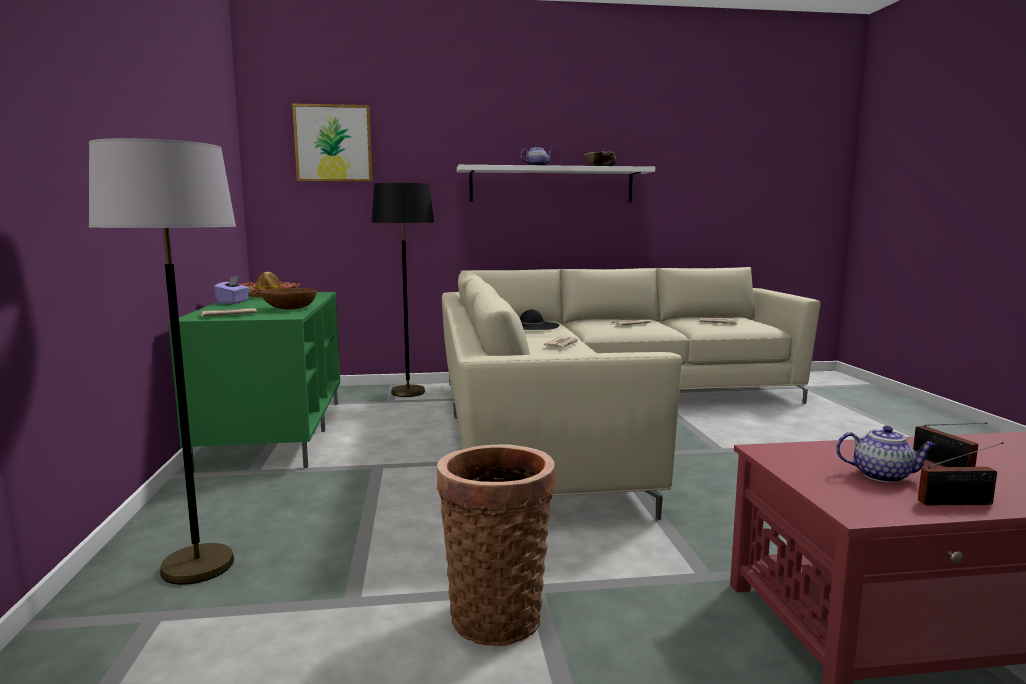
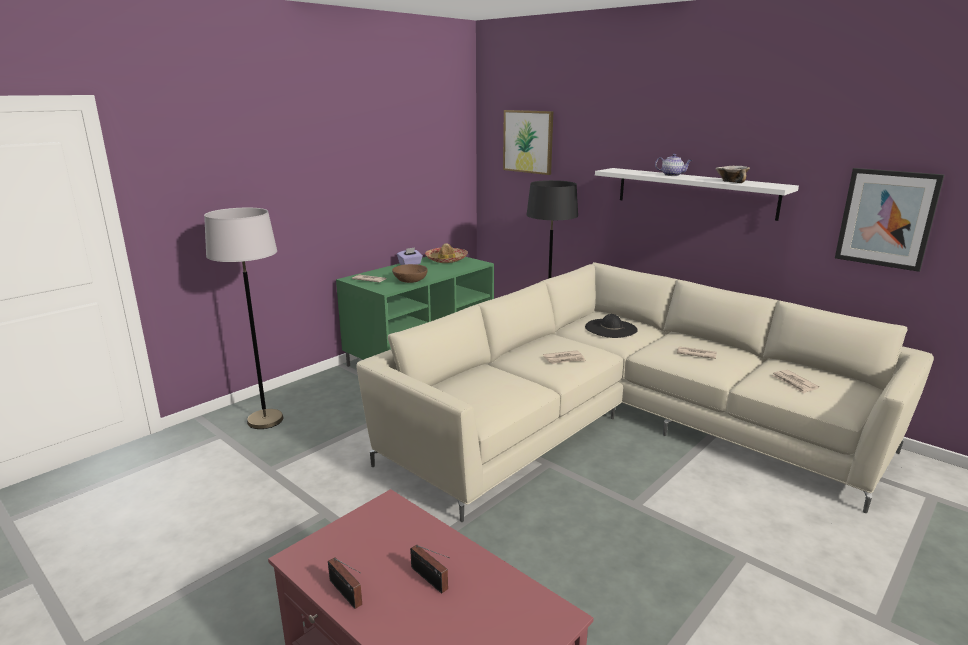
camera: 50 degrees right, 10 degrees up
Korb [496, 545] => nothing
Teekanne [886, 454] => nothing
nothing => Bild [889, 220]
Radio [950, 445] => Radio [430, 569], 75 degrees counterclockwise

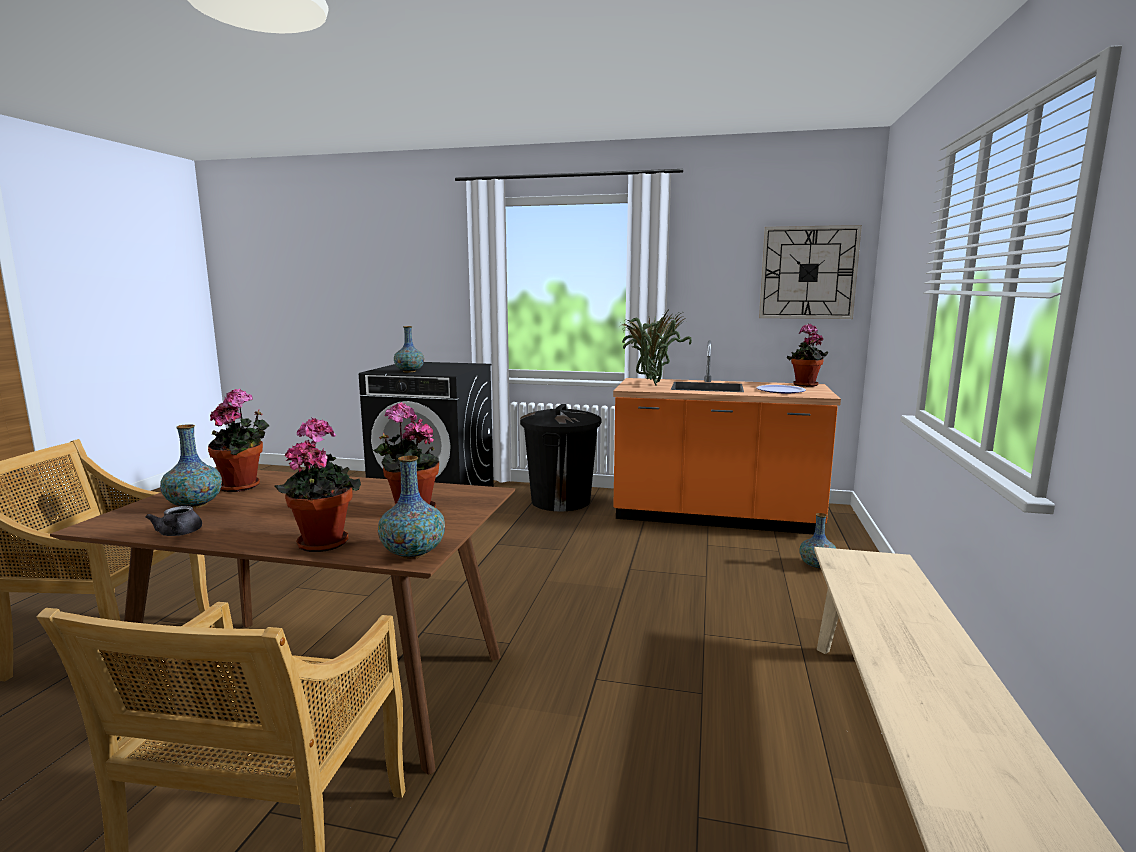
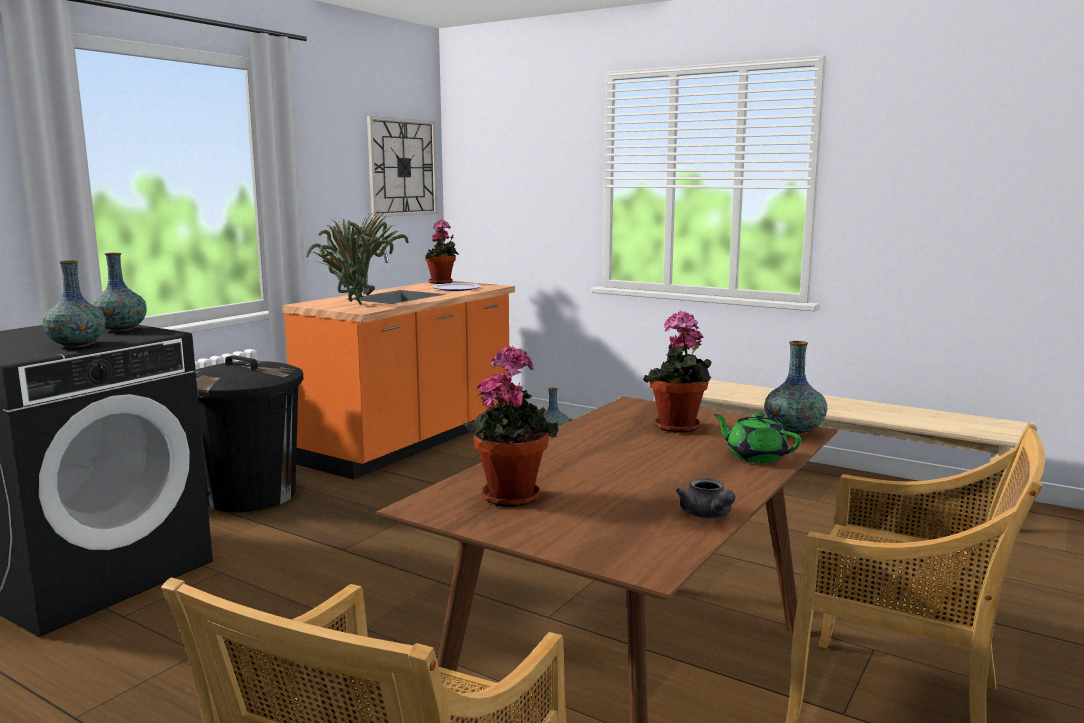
camera: 70 degrees left, 0 degrees up
Vase [191, 466] => Vase [119, 292], moved
Topfpflanze [318, 484] => Teekanne [grün] [757, 437]
Teekanne [grau] [173, 521] => Teekanne [grau] [705, 498], 75 degrees clockwise

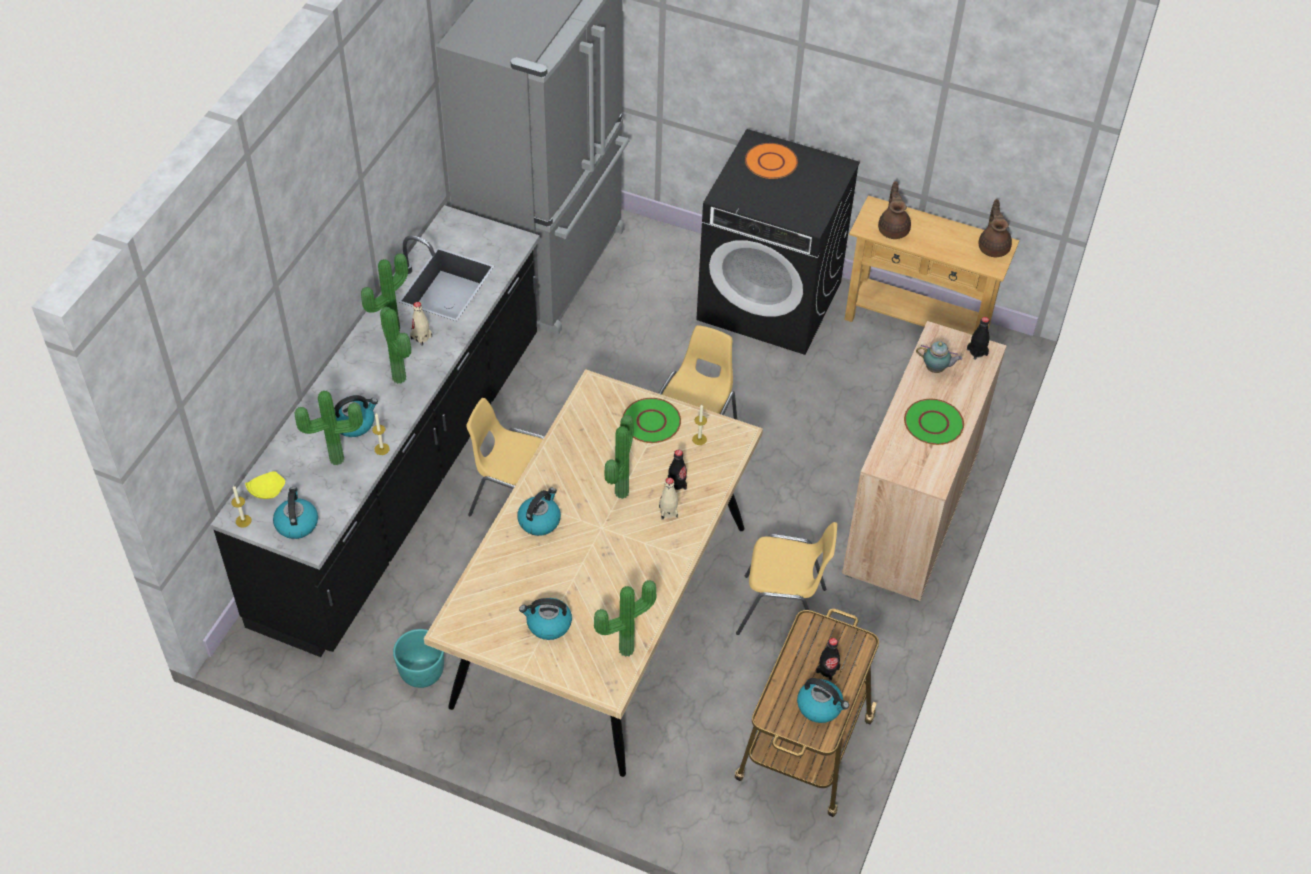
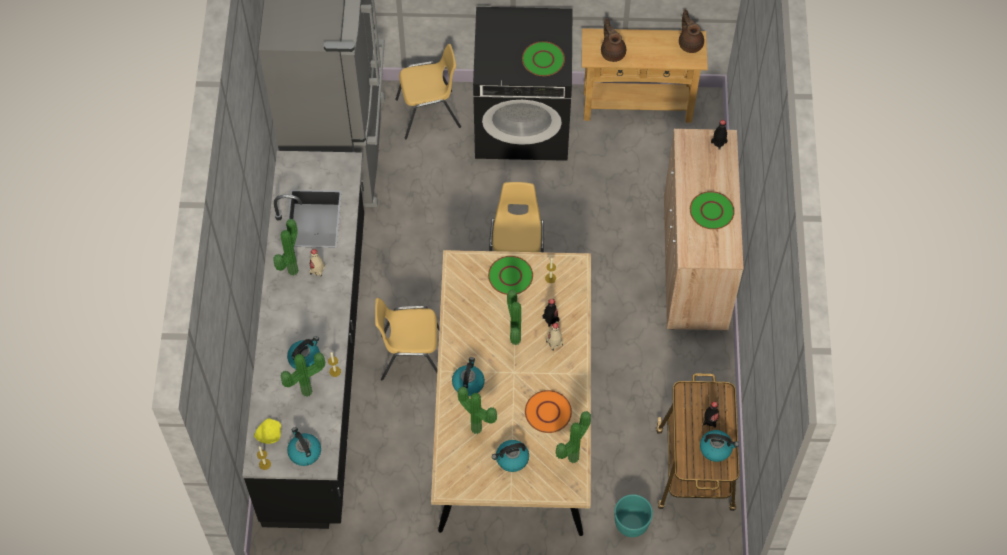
camera: 20 degrees left, 10 degrees up
Teekanne [939, 357] => nothing
nothing => Teller [grün] [543, 58]
Topfpflanze [395, 345] => Topfpflanze [477, 410], moved
Pflanzkübel [türkis] [418, 658] => Pflanzkübel [türkis] [633, 515], moved
Stuhl [gelb] [786, 579] => Stuhl [gelb] [428, 91], moved
Teller [orange] [771, 161] => Teller [orange] [548, 411], moved

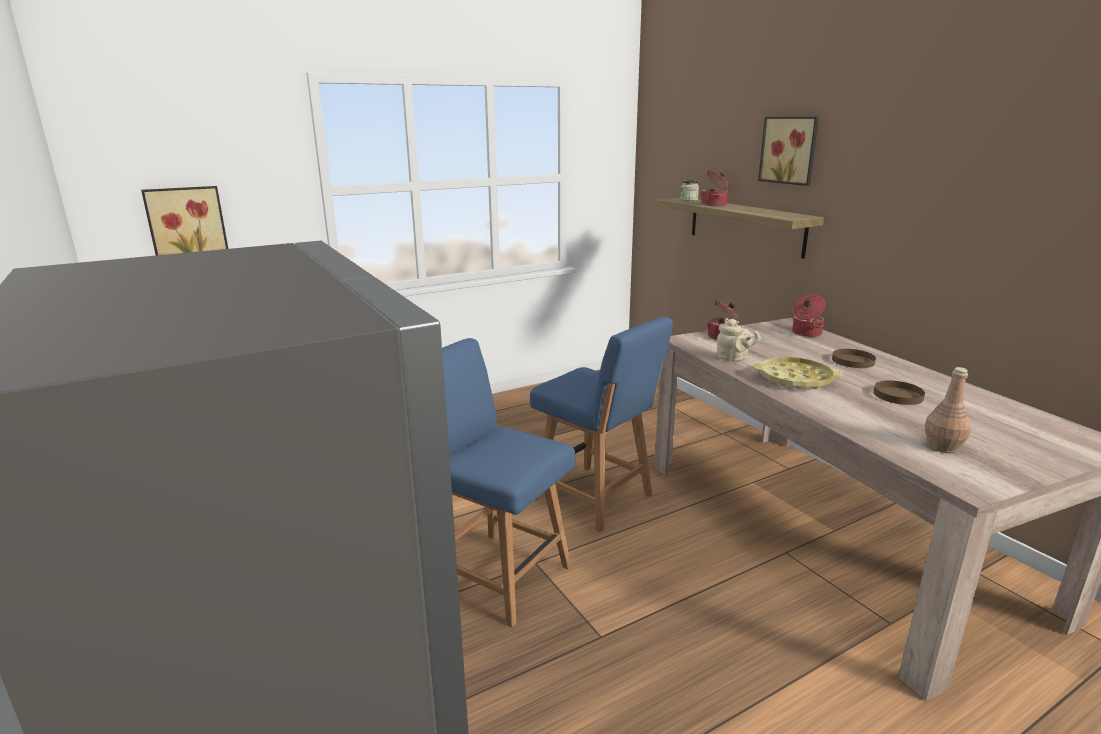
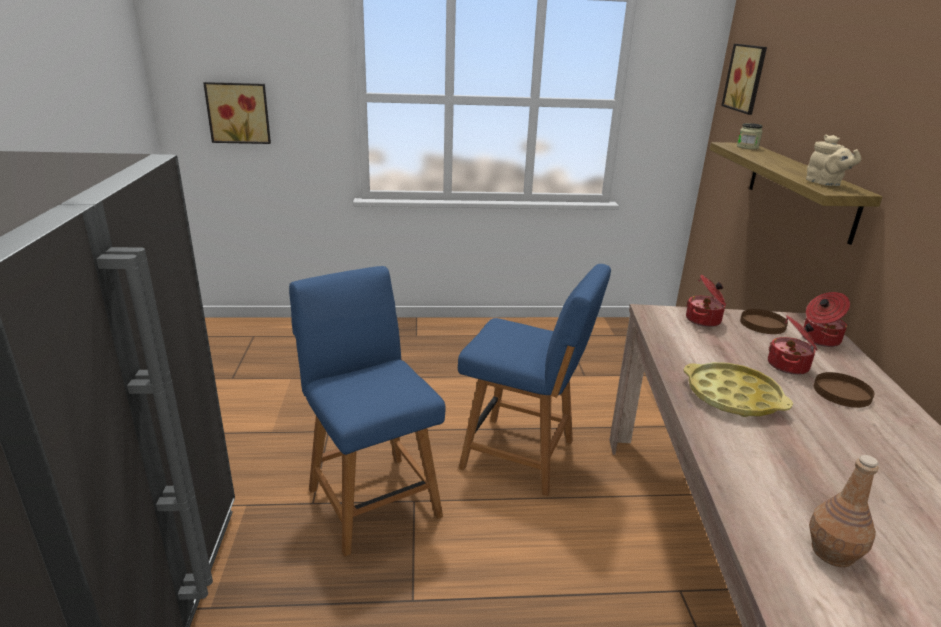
camera: 25 degrees right, 5 degrees up
Kochtopf [715, 188] => Kochtopf [792, 345], moved
Teekanne [beige] [739, 340] => Teekanne [beige] [833, 160], moved
Bild [788, 151] => Bild [744, 79], moved
Teller [braun] [899, 393] => Teller [braun] [764, 321], moved
Stuhl [blau] [601, 424] => Stuhl [blau] [534, 380], 45 degrees counterclockwise

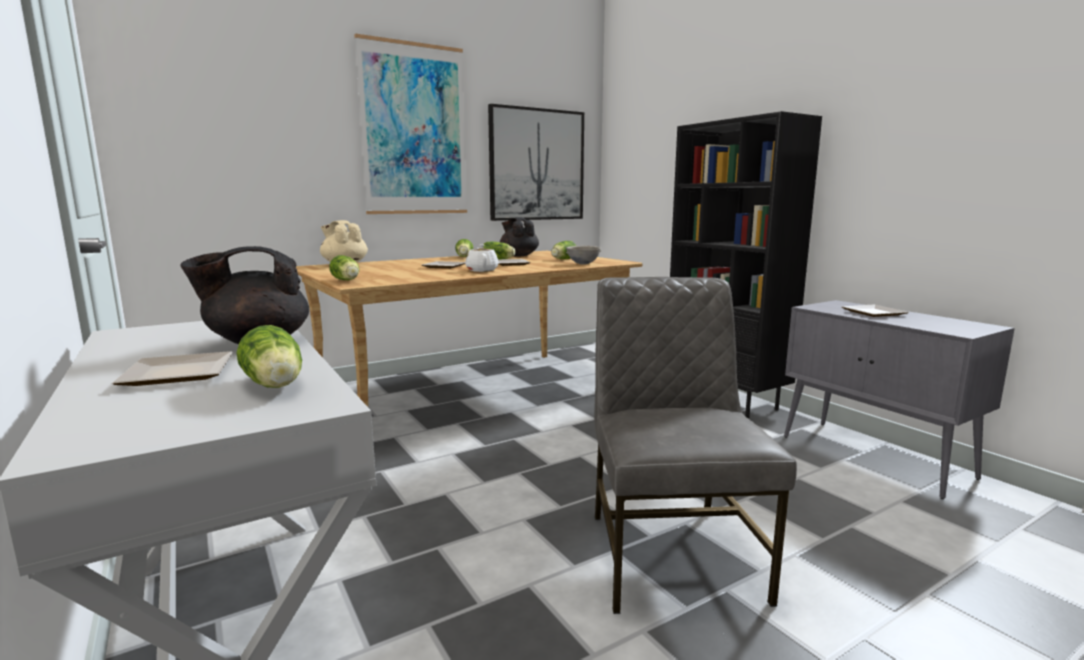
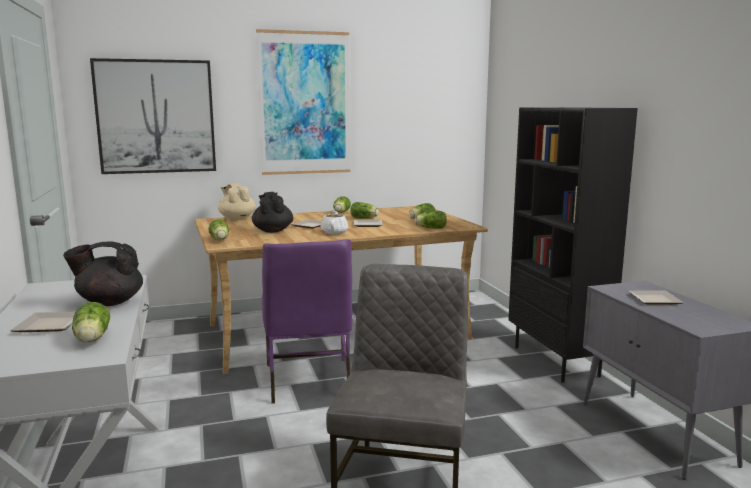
camera: 15 degrees right, 0 degrees up
nothing => Stuhl [lila] [307, 321]
Bild [536, 162] => Bild [153, 116], moved
Teekanne [schwarz] [519, 237] => Teekanne [schwarz] [272, 212], moved
Schüssel [grau] [583, 255] => Salatkopf [430, 220]

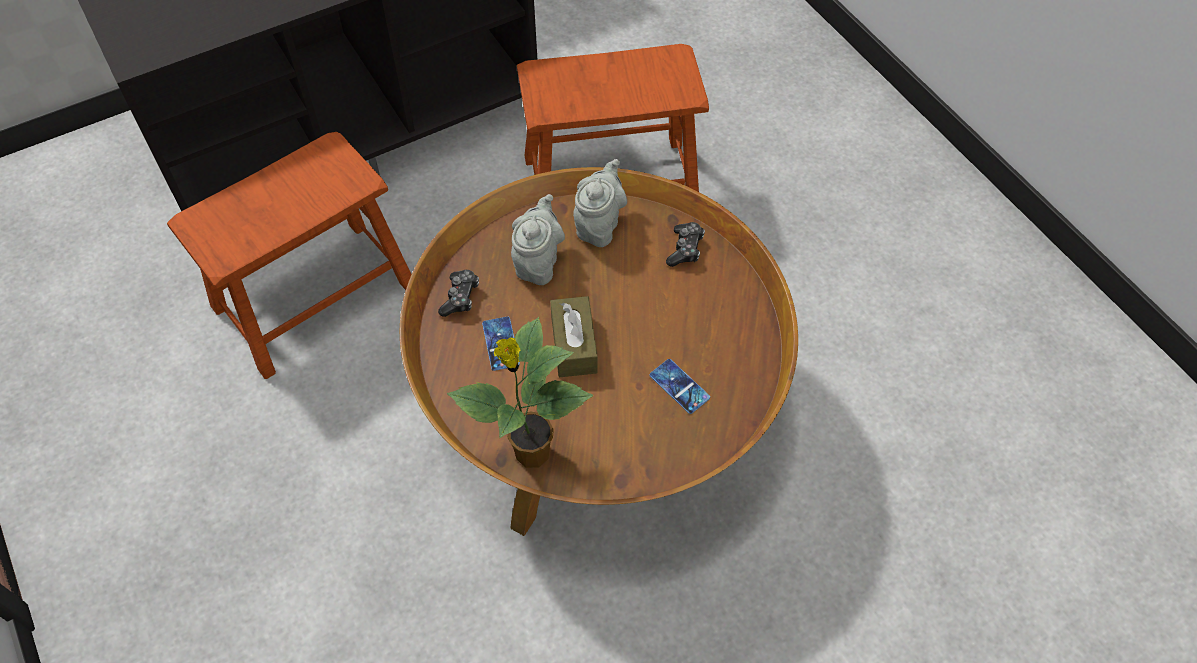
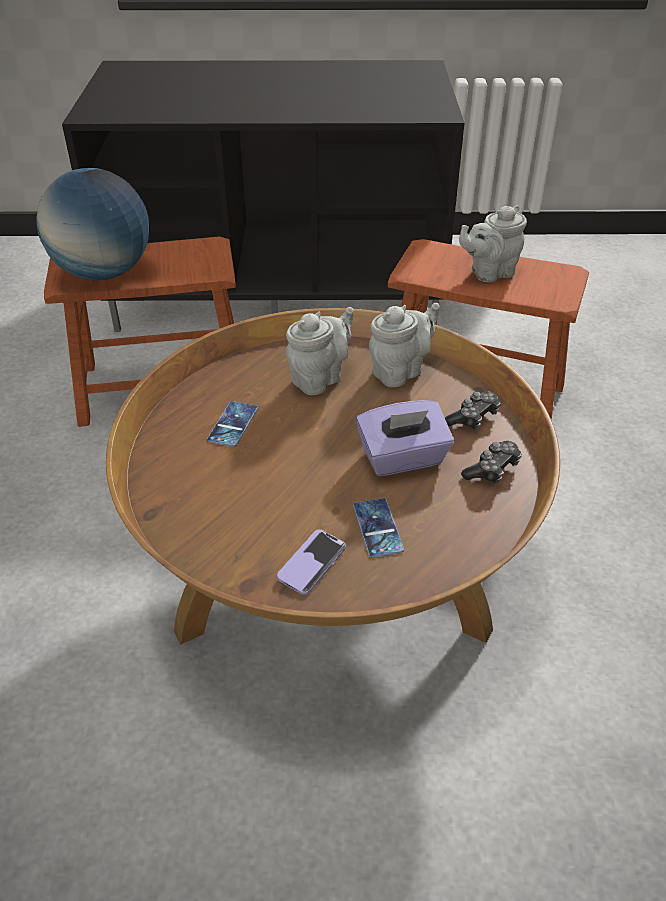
camera: 30 degrees right, 15 degrees down
Topfpflanze [520, 392] => nothing
Taschentuchbox [braun] [574, 336] => nothing
nothing => Globus [92, 224]
nothing => Handy [311, 562]
nothing => Taschentuchbox [lila] [405, 438]
nothing => Teekanne [grau] [493, 243]
Gamepad [458, 293] => Gamepad [491, 462], moved

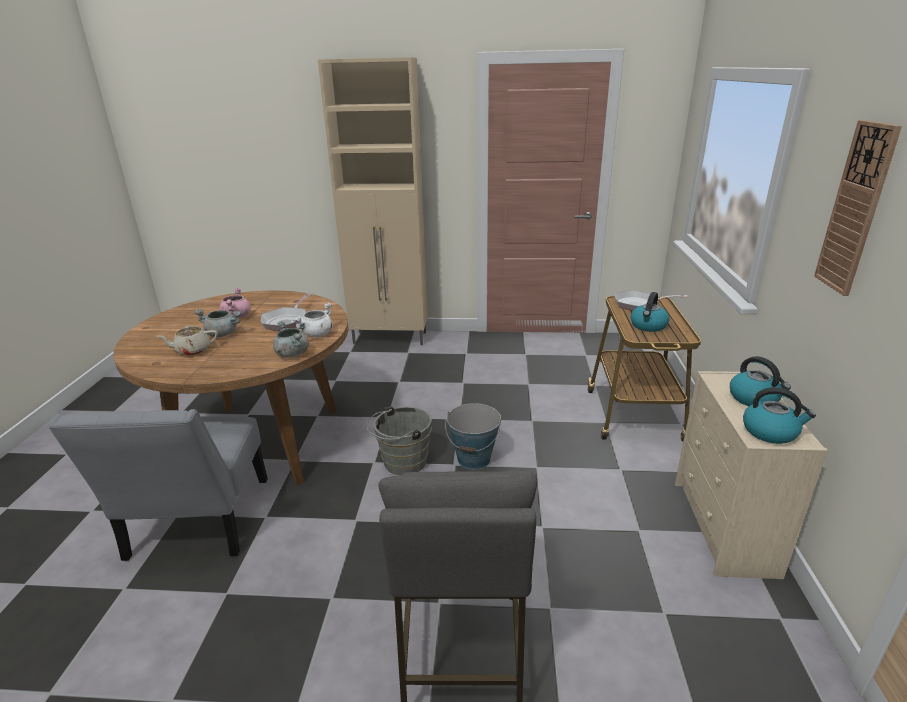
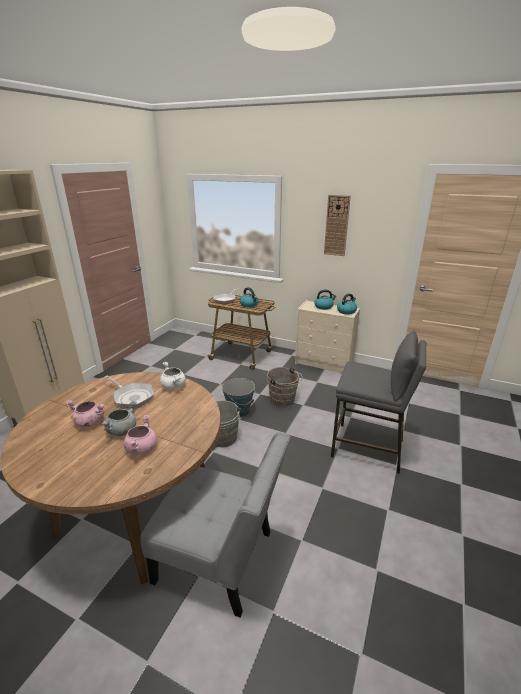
camera: 70 degrees left, 0 degrees up
Kochtopf [grau] [291, 339] => nothing
nothing => Eimer [braun] [285, 386]
Teekanne [beige] [187, 341] => Kochtopf [rosa] [140, 435]

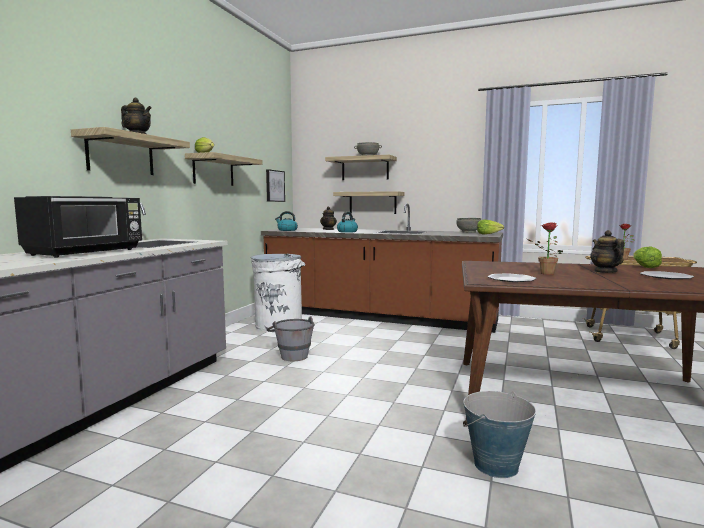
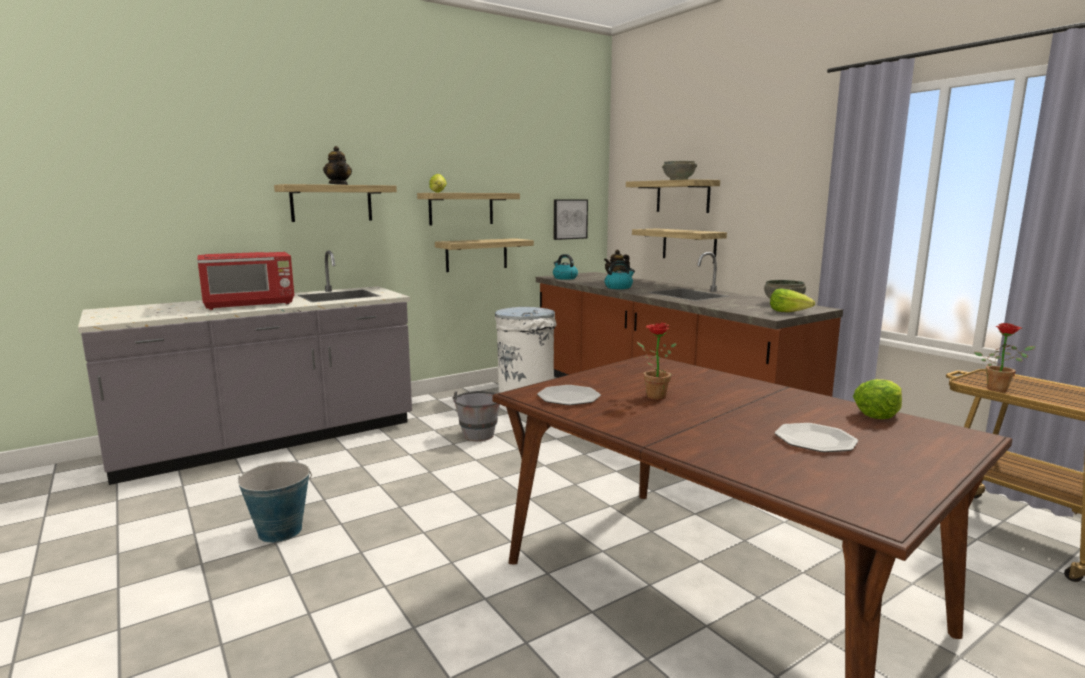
camera: 35 degrees right, 5 degrees up
Teekanne [607, 251] => nothing
nothing => Wandregal [484, 255]
Eimer [499, 434] => Eimer [275, 502], moved
Mikrowelle [schwarz] [78, 227] => Mikrowelle [rot] [245, 281]

